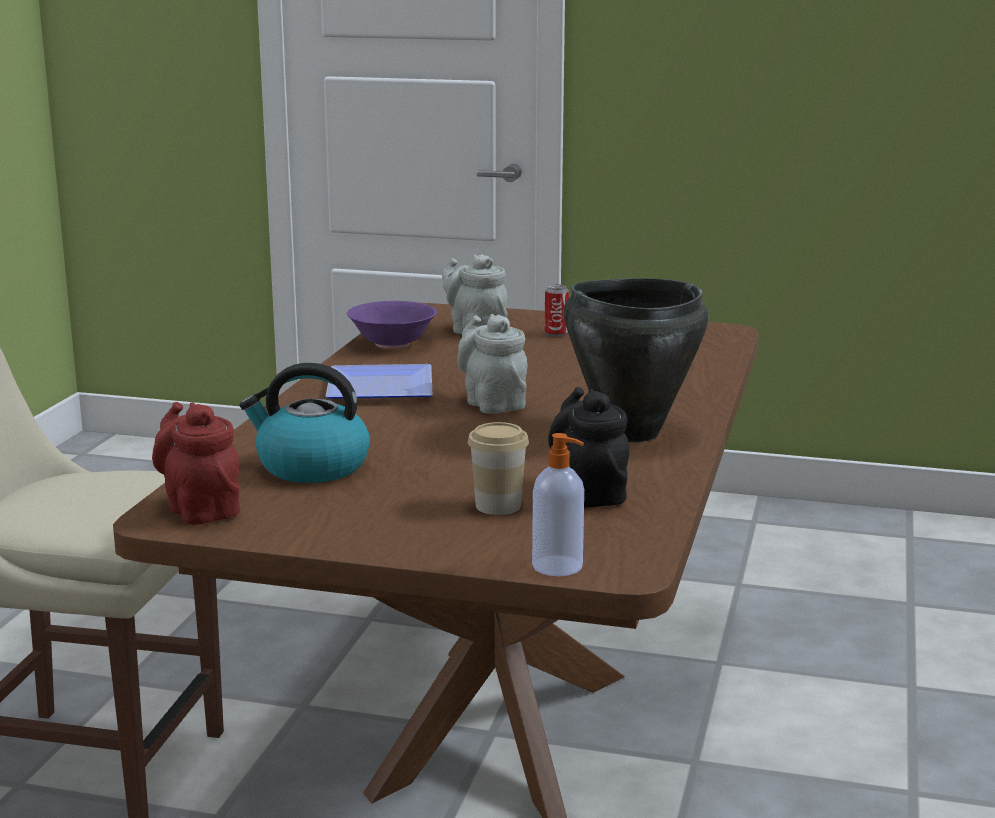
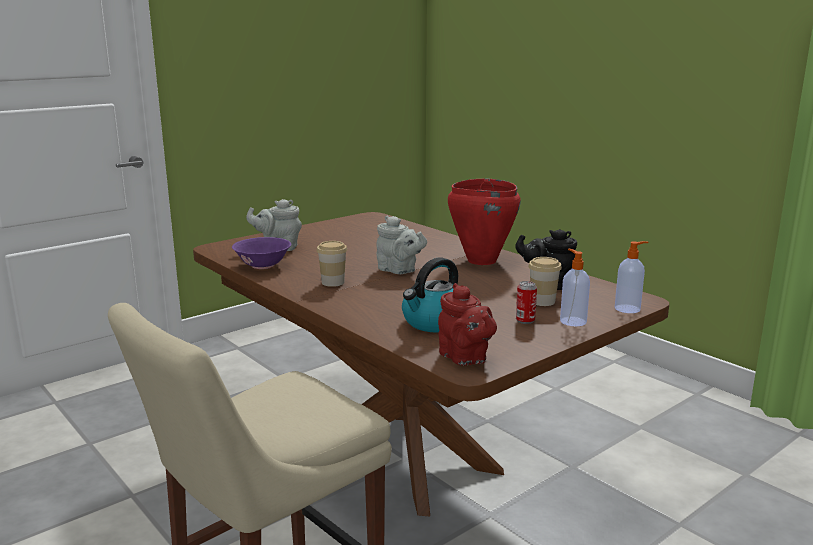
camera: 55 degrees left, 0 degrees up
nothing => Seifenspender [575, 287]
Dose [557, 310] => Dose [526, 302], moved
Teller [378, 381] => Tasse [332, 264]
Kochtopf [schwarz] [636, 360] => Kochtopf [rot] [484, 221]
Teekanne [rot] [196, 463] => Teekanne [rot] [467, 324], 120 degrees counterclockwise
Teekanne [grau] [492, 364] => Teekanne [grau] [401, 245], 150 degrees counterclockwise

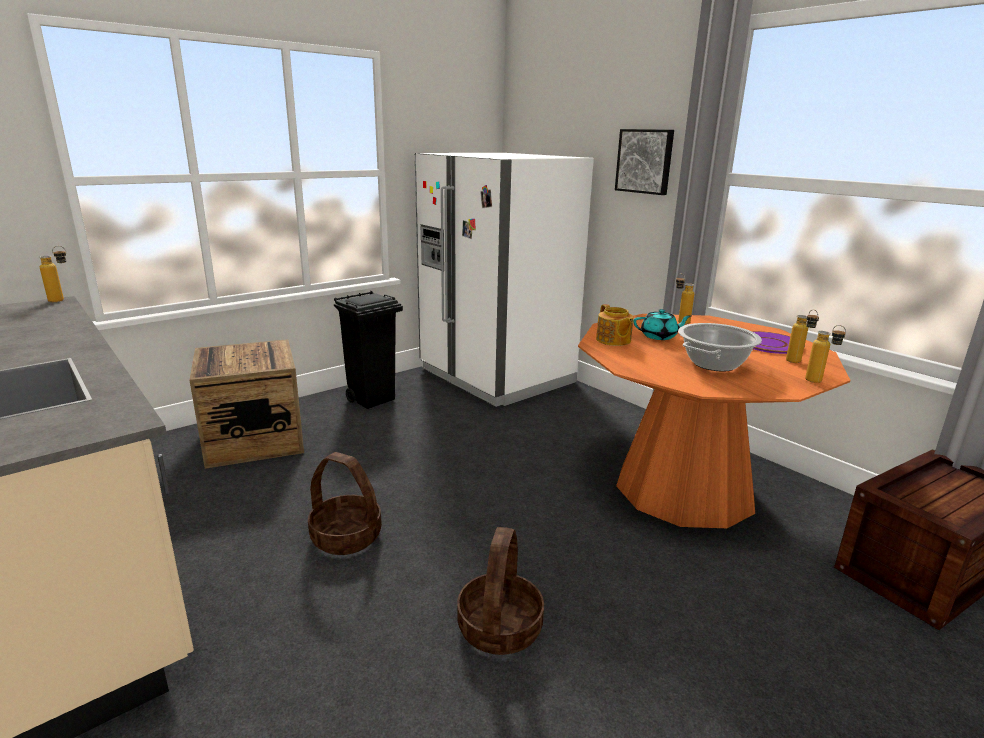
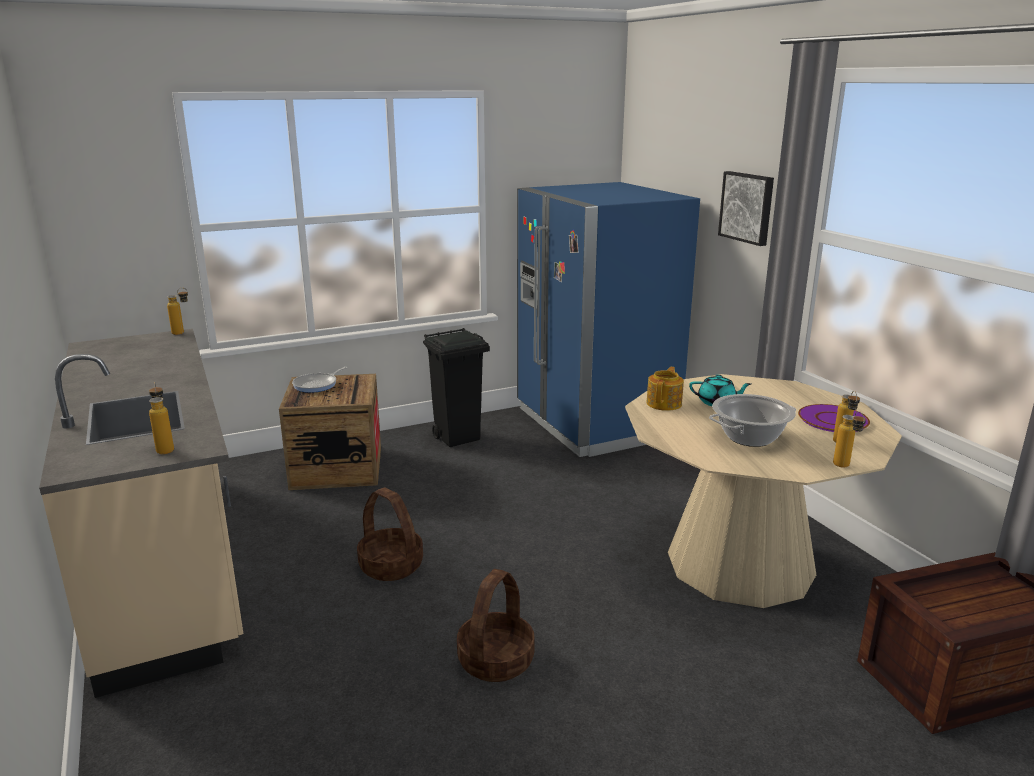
camera: 15 degrees right, 0 degrees up
nothing => Pfanne [320, 380]
Flasche [685, 299] => Flasche [161, 418], moved
Kühlschrank [weiß] [504, 280] => Kühlschrank [blau] [608, 319]
Esstisch [orange] [714, 421] => Esstisch [beige] [763, 491]
Teekanne [614, 325] => Teekanne [665, 389], 150 degrees counterclockwise

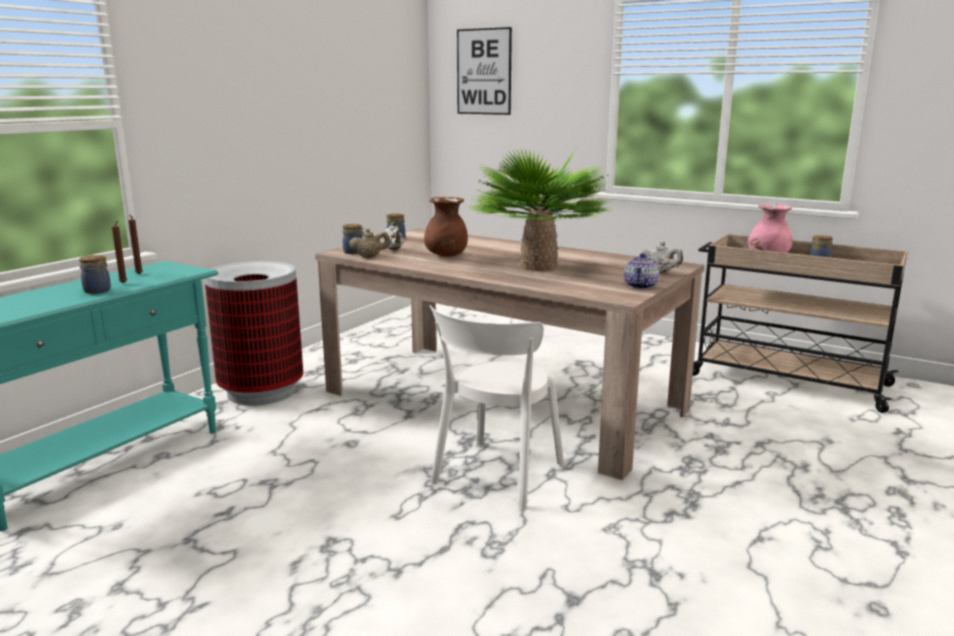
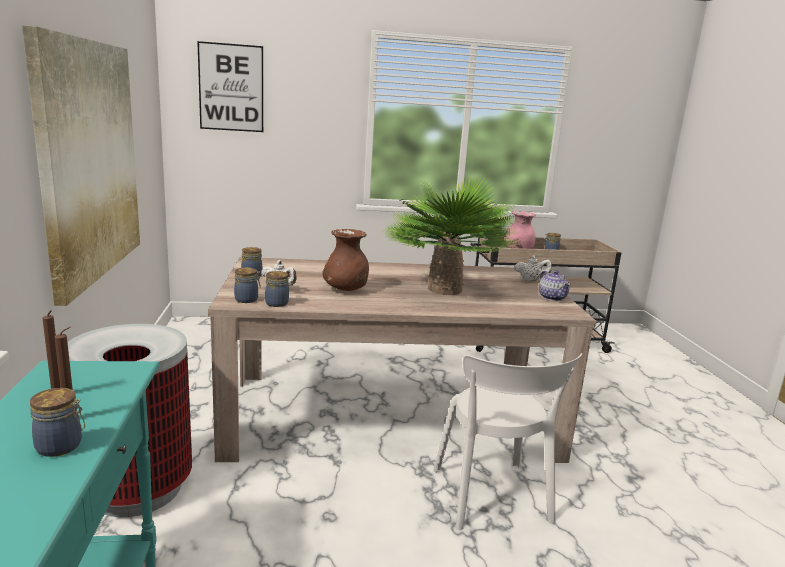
camera: 40 degrees left, 0 degrees up
nothing => Bild [81, 165]
Teekanne [beige] [369, 243] => Vorratsglas [277, 289]

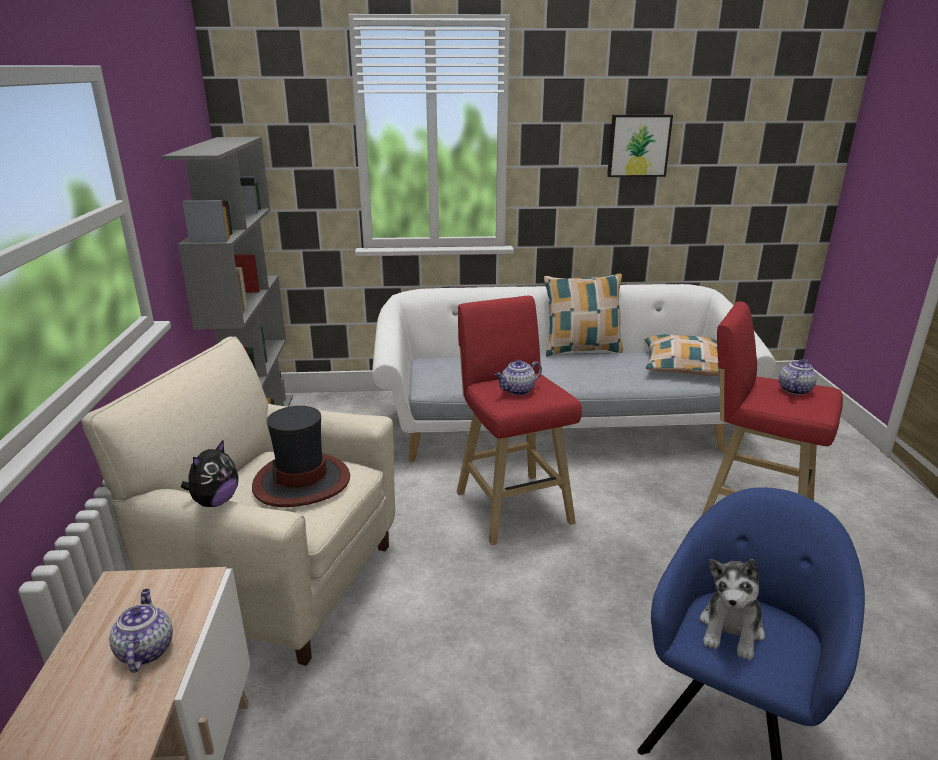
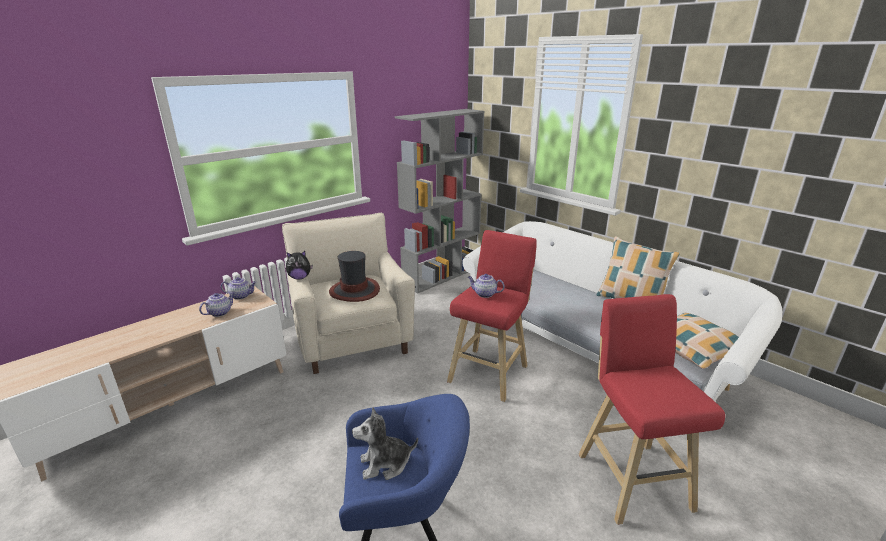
camera: 50 degrees right, 0 degrees up
Bild [640, 145] => nothing
Teekanne [798, 377] => Teekanne [238, 288], moved

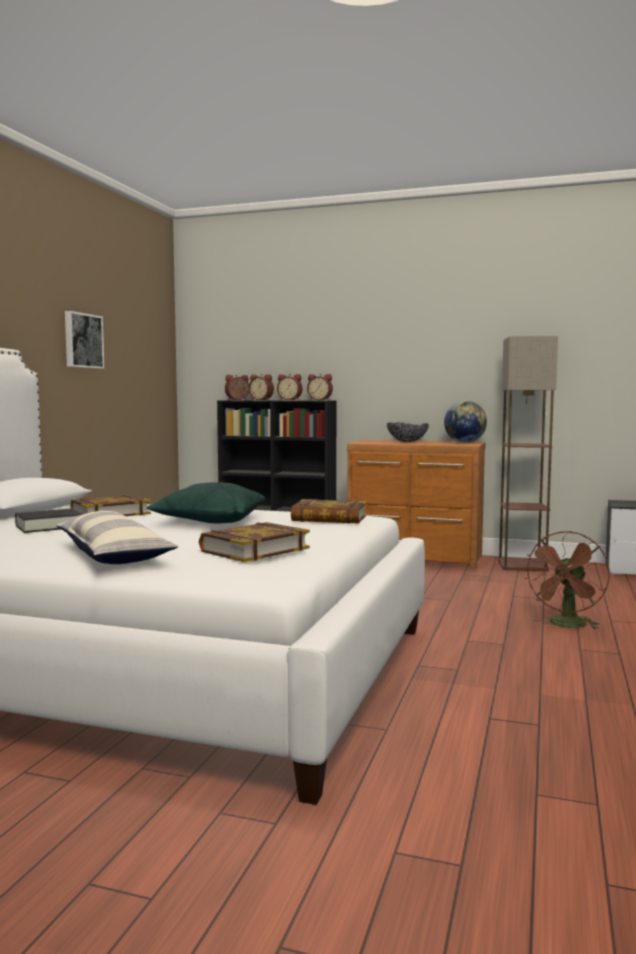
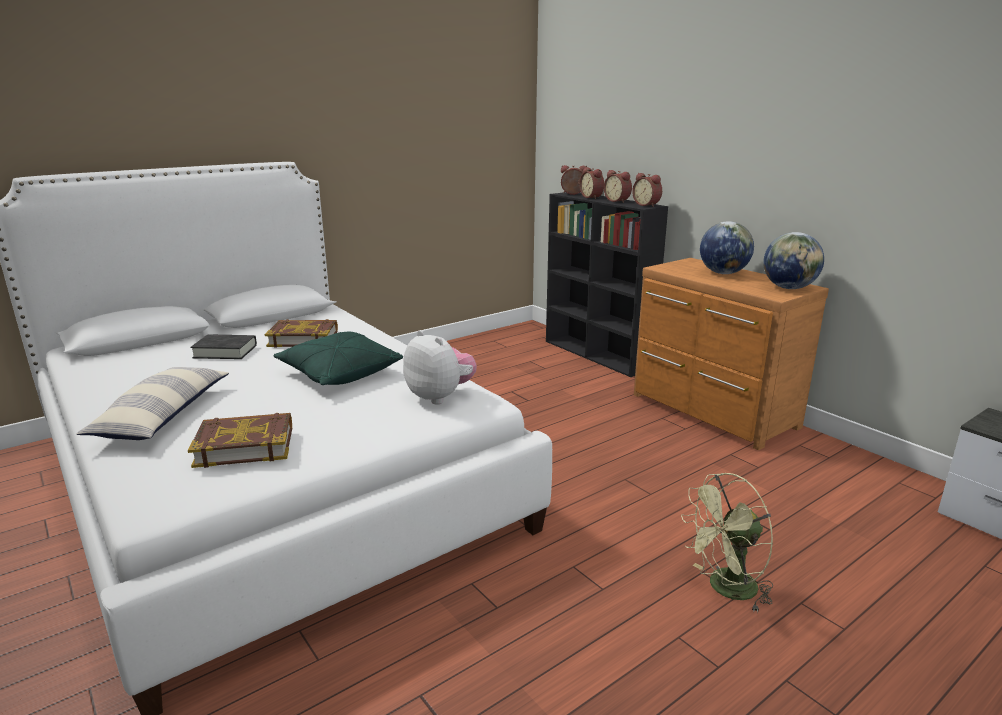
camera: 35 degrees right, 15 degrees up
Bild [84, 340] => nothing
Stehlampe [528, 454] => nothing
Buch [329, 511] => Plüschtier [440, 367]
Schüssel [408, 432] => Globus [727, 247]
Ventilator [braun] [567, 580] => Ventilator [grün] [727, 543]

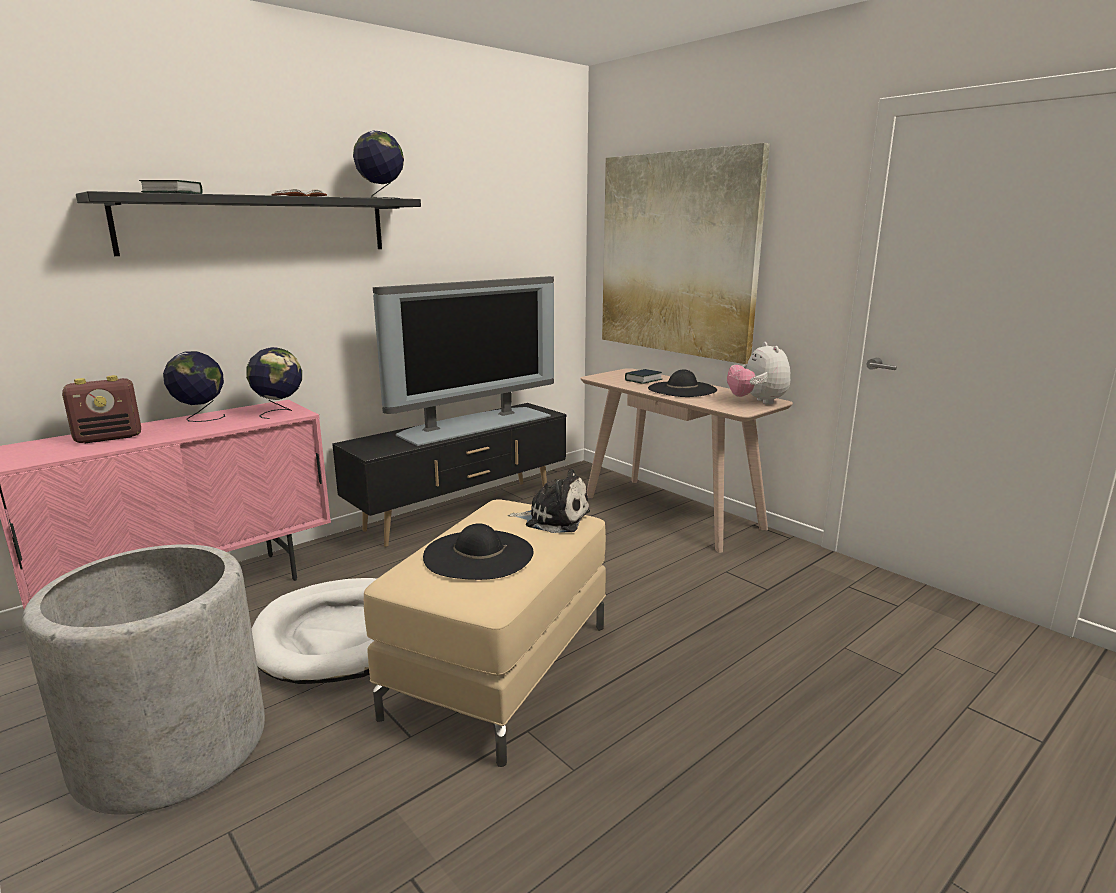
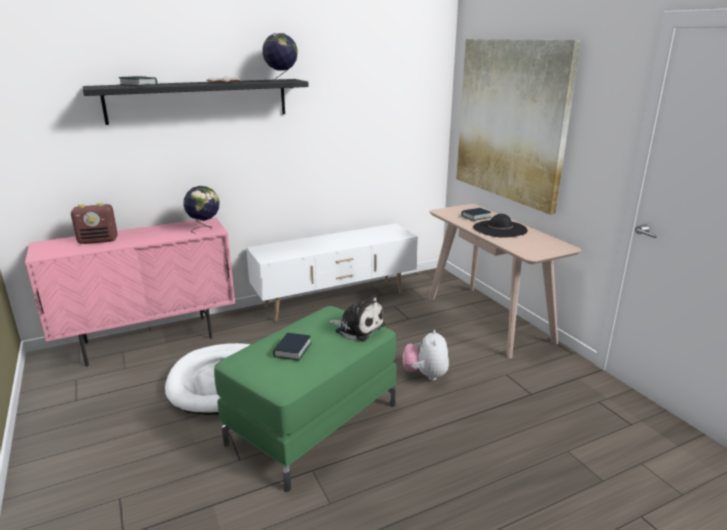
camera: 15 degrees right, 5 degrees up
Pflanzkübel [grau] [143, 679] => nothing
Globus [194, 386] => nothing
Fernseher [463, 361] => nothing
Plüschtier [758, 373] => Plüschtier [426, 355], moved
Hut [schwarz] [478, 551] => Buch [292, 346]
Fernsehschrank [schwarz] [449, 475] => Fernsehschrank [weiß] [332, 272]
Polsterhocker [beige] [485, 633] => Polsterhocker [grün] [305, 399]

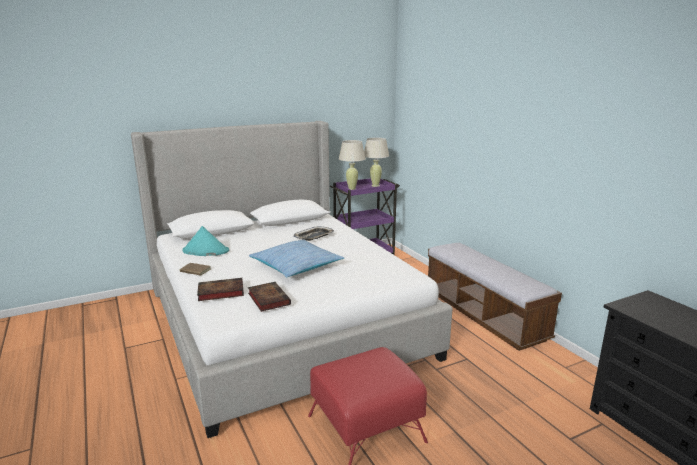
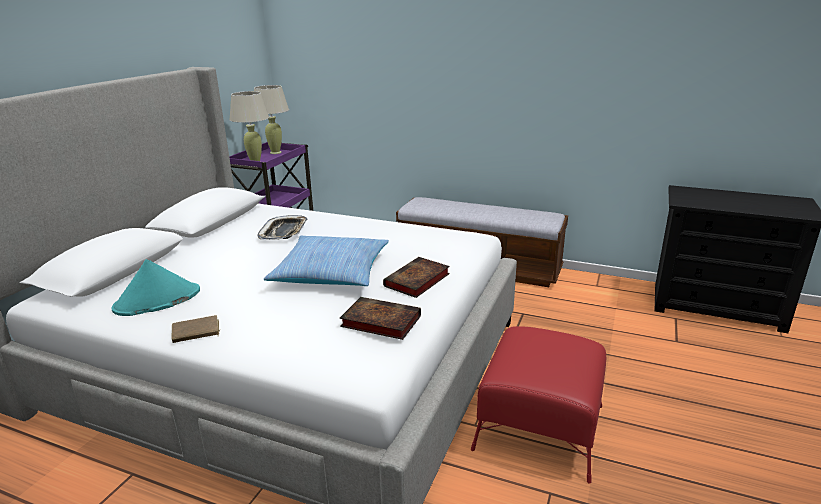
camera: 40 degrees left, 5 degrees up
Buch [220, 289] => Buch [416, 277], moved

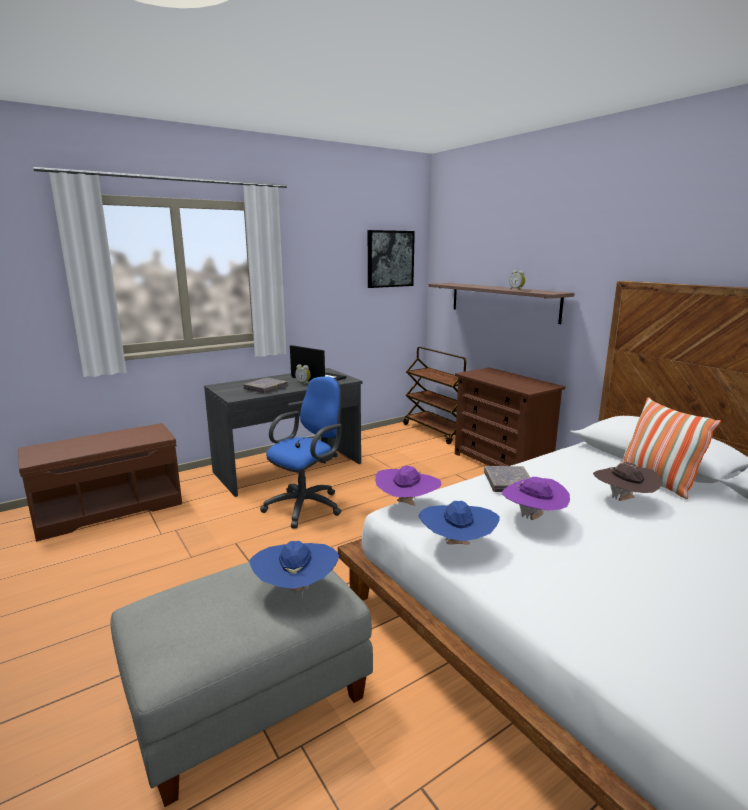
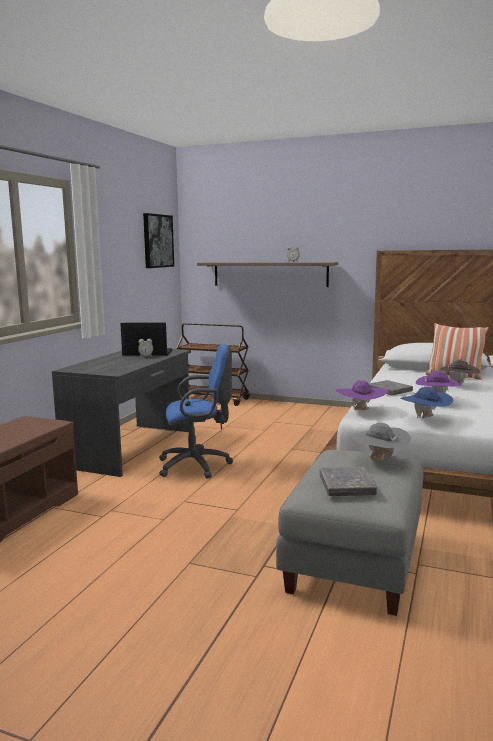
camera: 35 degrees left, 5 degrees down
Kommode [braun] [510, 416] => nothing
Buch [grau] [265, 385] => Buch [grau] [348, 481], moved
Hut [blau] [294, 569] => Hut [grau] [380, 442]
Bürostuhl [blau] [301, 452] => Bürostuhl [blau] [196, 411], 75 degrees clockwise

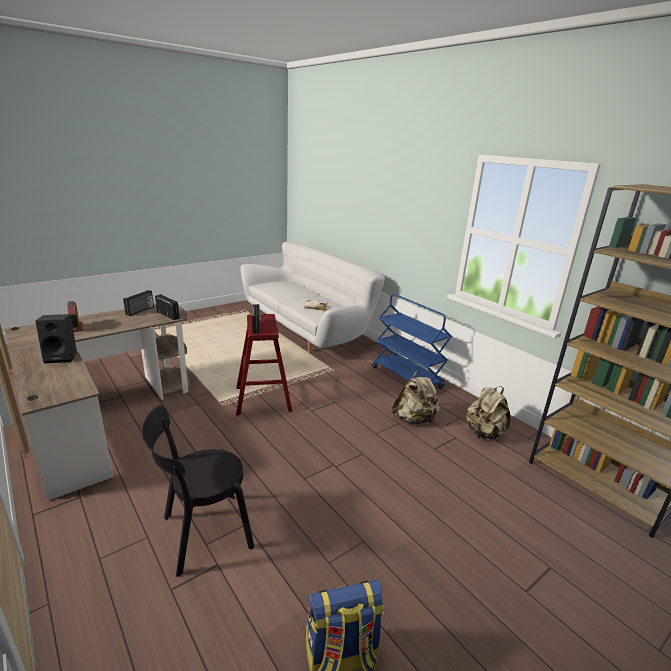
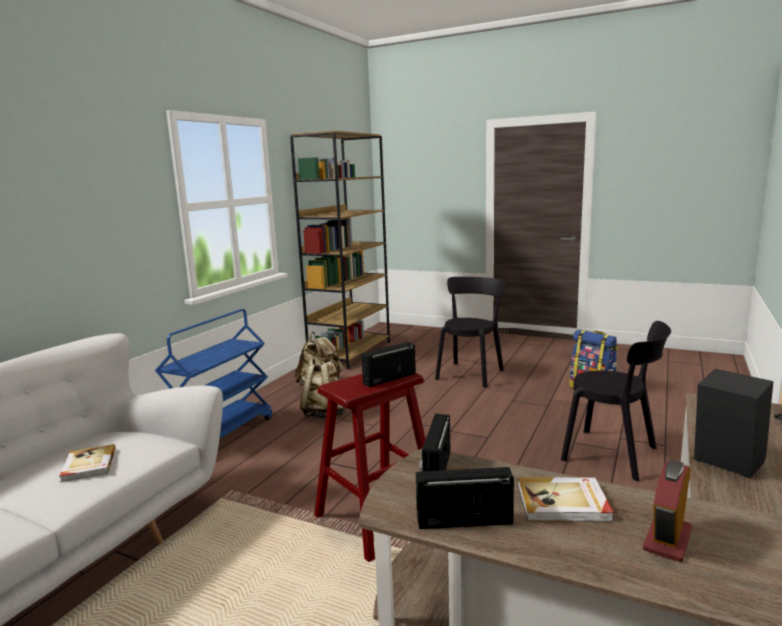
camera: 115 degrees left, 10 degrees down
nothing => Stuhl [schwarz] [470, 332]
nothing => Buch [566, 499]

